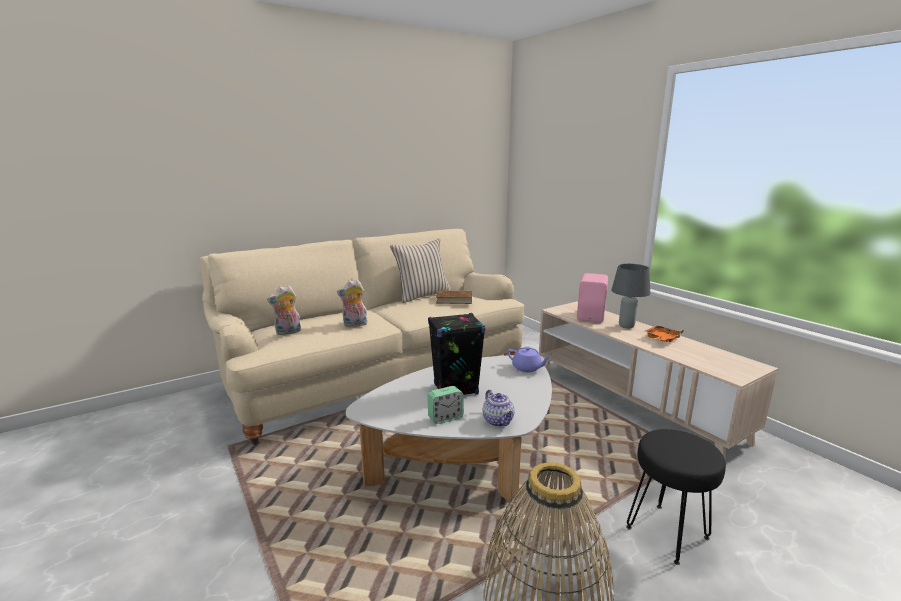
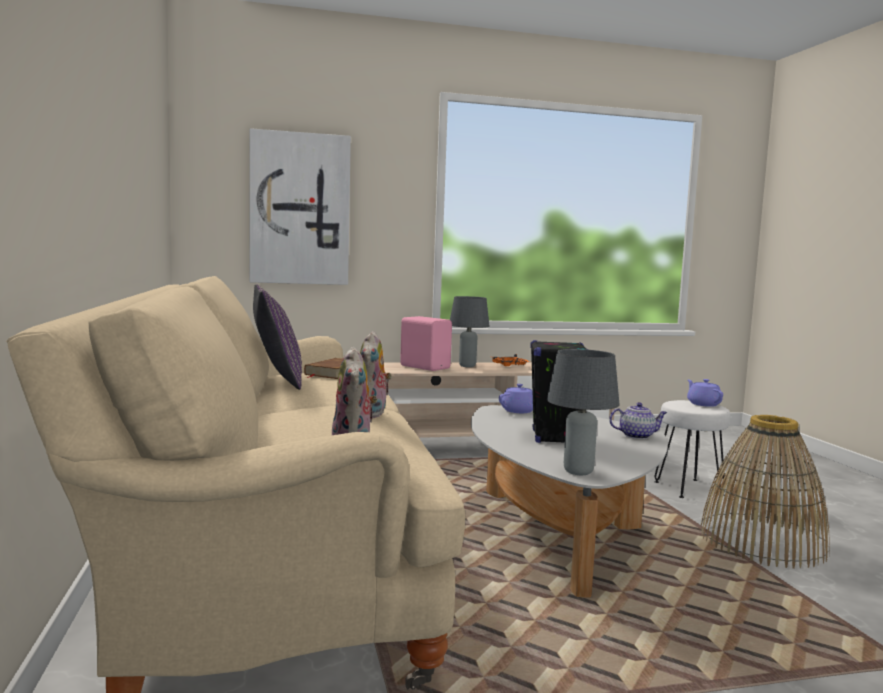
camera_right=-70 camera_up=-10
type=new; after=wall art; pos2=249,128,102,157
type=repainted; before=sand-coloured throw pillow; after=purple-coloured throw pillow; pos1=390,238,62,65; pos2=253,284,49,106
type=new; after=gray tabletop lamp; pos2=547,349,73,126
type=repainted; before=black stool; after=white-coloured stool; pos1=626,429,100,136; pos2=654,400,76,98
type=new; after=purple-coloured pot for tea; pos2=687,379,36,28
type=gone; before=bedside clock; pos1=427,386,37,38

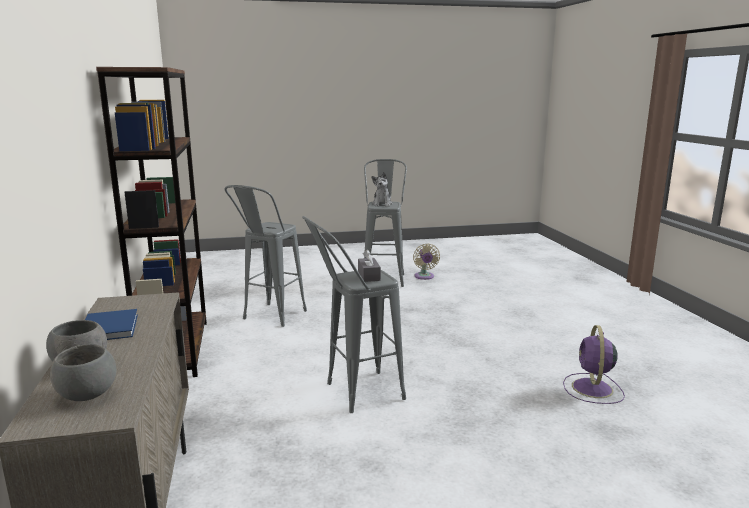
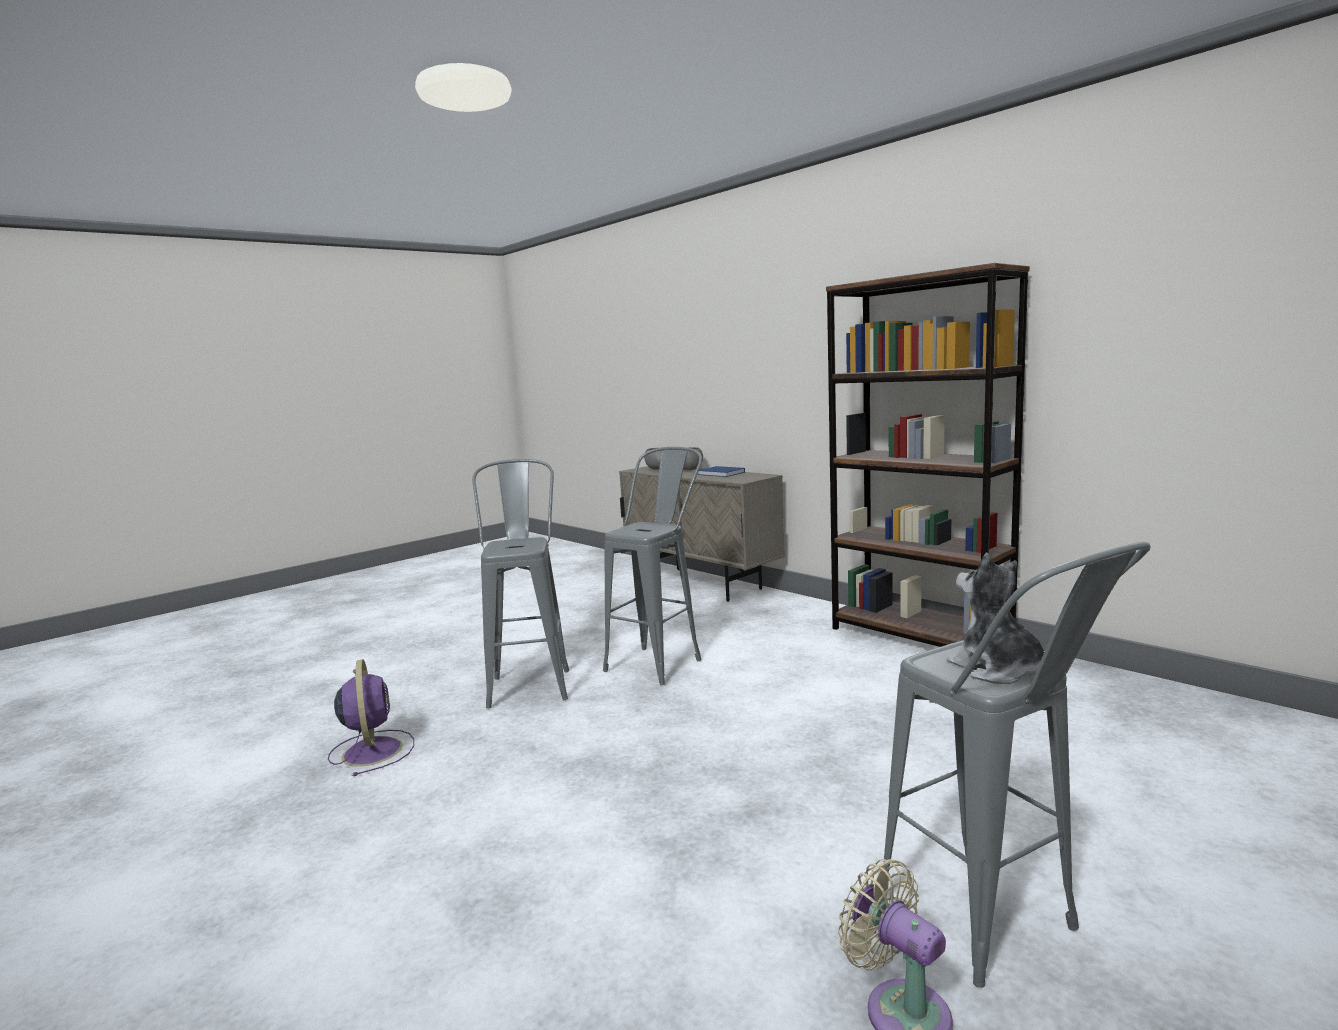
camera_right=150 camera_up=-5
type=shifted; before=gray stool; pos1=224,185,83,142; pos2=472,459,97,249
type=gone; before=gray box of tissues; pos1=358,250,23,32

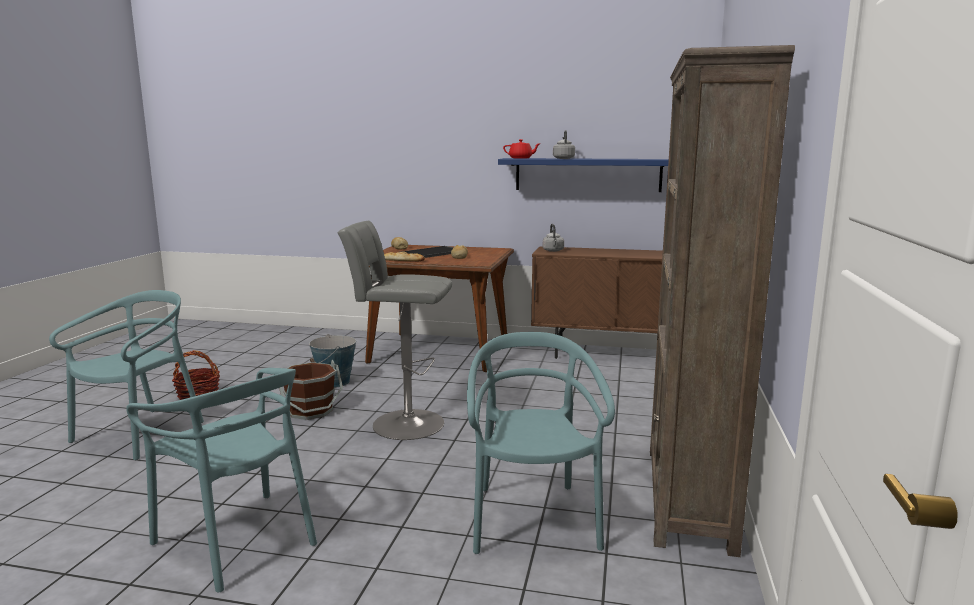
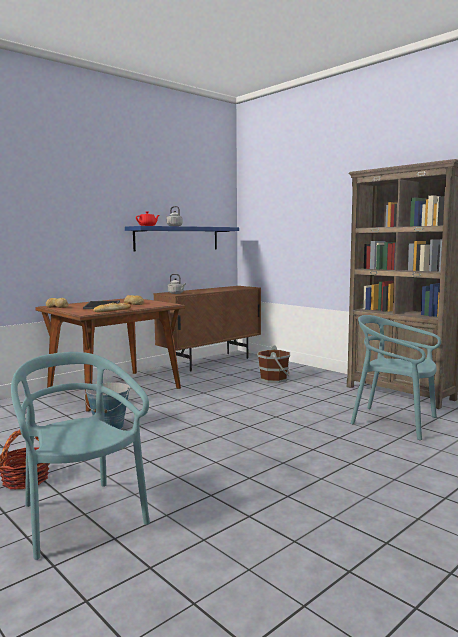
camera_right=-55 camera_up=-5
type=shifted; before=brown-coloured bucket; pos1=279,360,64,60; pos2=257,345,33,38
type=gone; before=turquoise-coloured upright chair; pos1=126,368,191,224
type=gone; before=gray stool; pos1=338,221,114,219

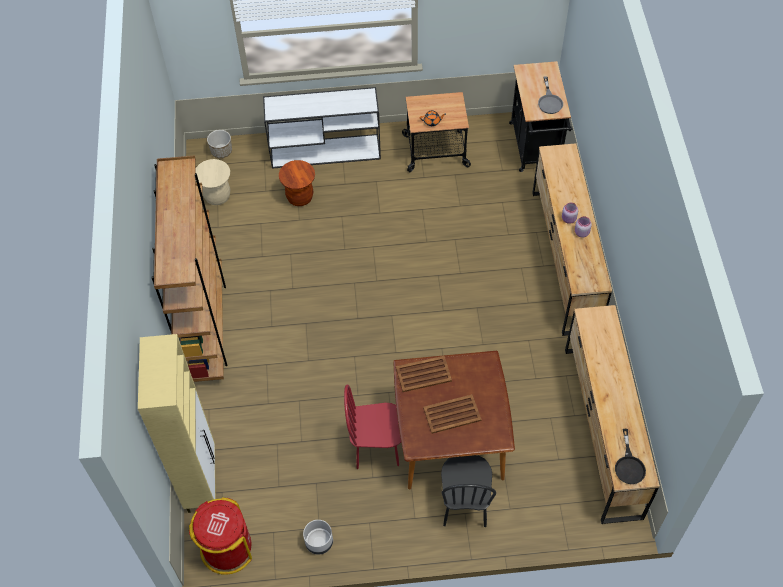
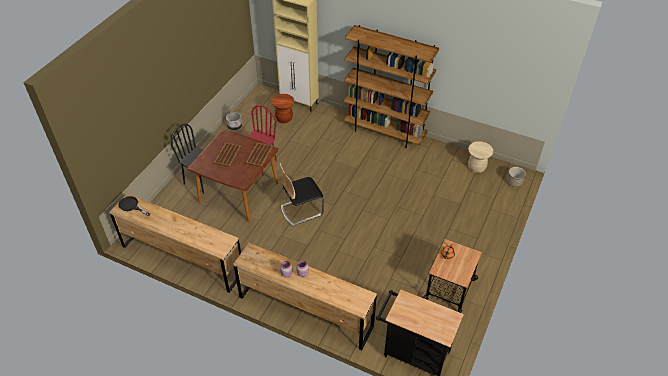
camera_right=120 camera_up=-10
type=shifted; before=brown-coloured stool; pos1=279,160,36,46; pos2=272,94,22,29
type=new; after=upright chair; pos2=280,163,44,63
type=gone; before=red trash can; pos1=189,497,63,78
type=gone; before=white-coloured hall table; pos1=263,87,118,82
type=gone; before=gray skillet; pos1=538,76,25,38

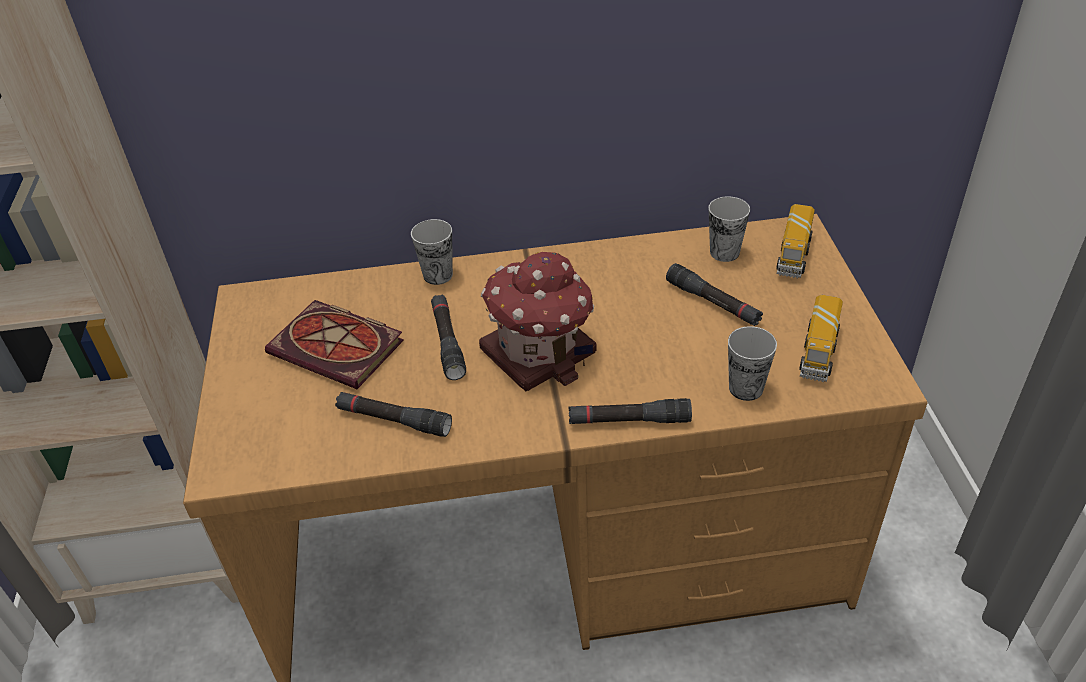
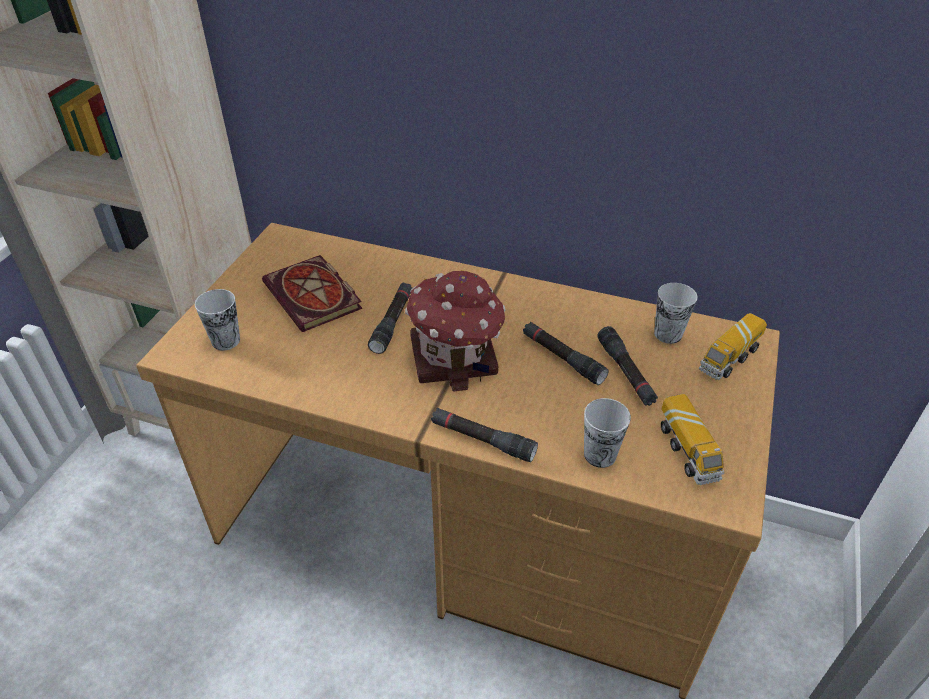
camera_right=25 camera_up=0
type=shifted; before=cup; pos1=411,219,42,66; pos2=195,289,45,62
type=shifted; before=black torch; pos1=335,392,117,45; pos2=523,322,86,63
type=rotated; before=model truck; pos1=799,295,44,87; pos2=661,394,64,91; turn=-60

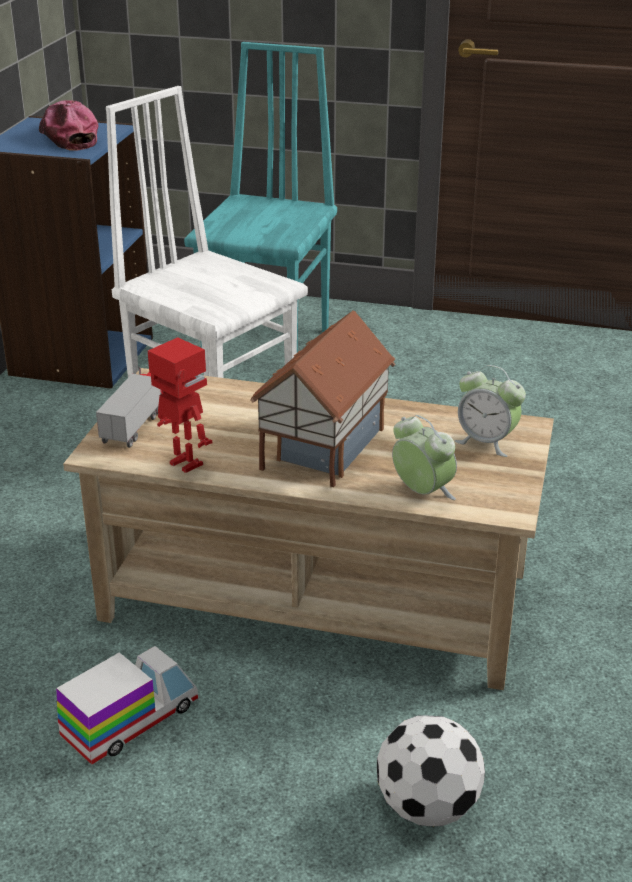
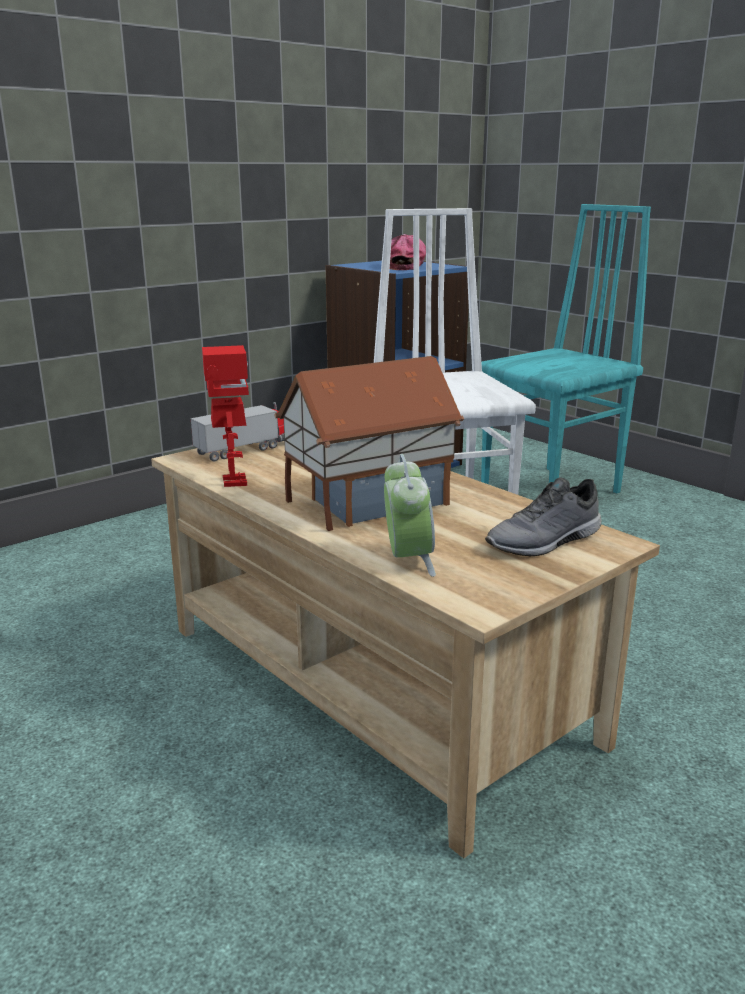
camera_right=35 camera_up=-10
type=swapped; before=bedside clock; after=gray shoe; pos1=455,365,71,92; pos2=485,477,116,79
type=gone; before=model truck; pos1=56,646,142,119
type=gone; before=football; pos1=377,715,108,112

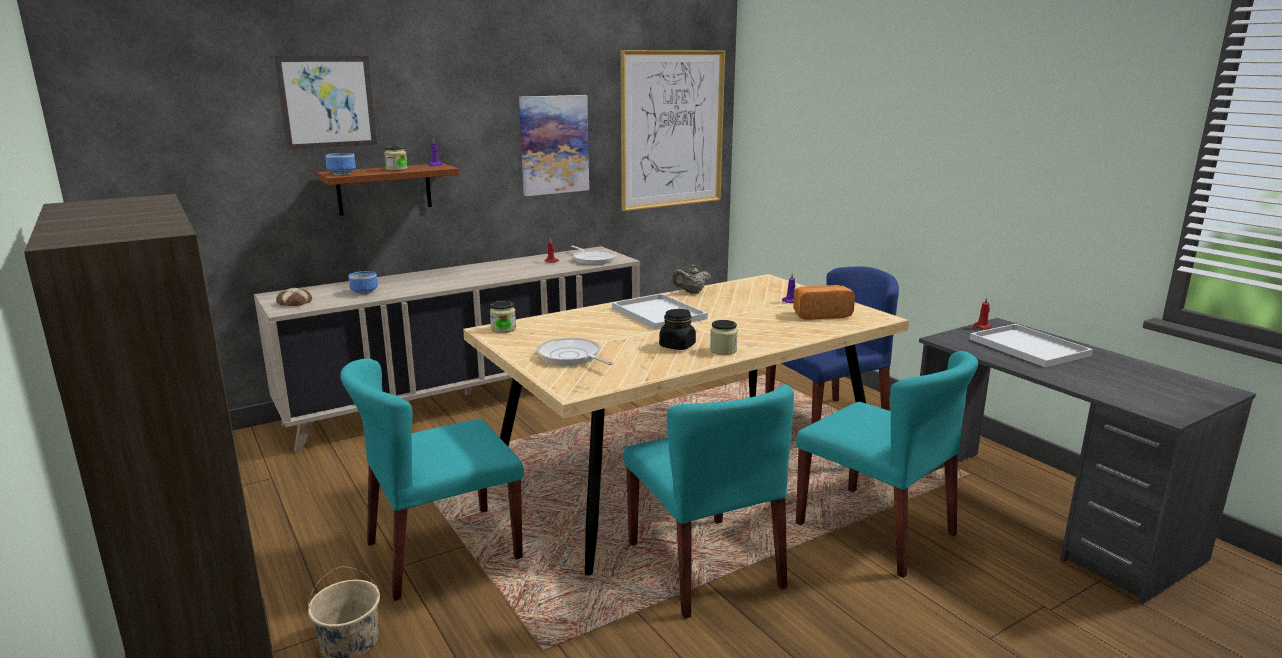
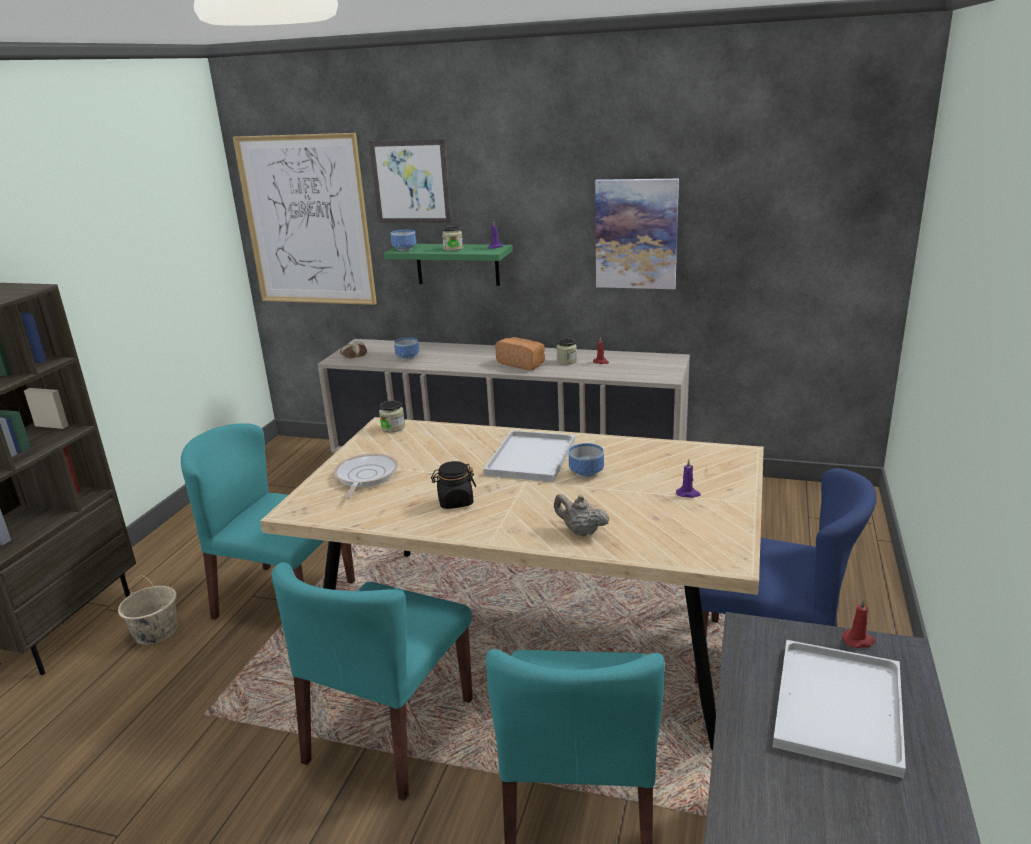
camera_right=50 camera_up=5
type=shifted; before=wall art; pos1=620,50,105,161; pos2=233,133,144,172
type=repainted; before=brown-coloured shelf; after=green shelf; pos1=317,163,142,53; pos2=384,244,129,42
type=shifted; before=bakery bread; pos1=793,285,62,35; pos2=495,337,50,33
type=shifted; before=sand-coloured pot for tea; pos1=672,265,39,28; pos2=554,494,55,42
type=shifted; before=storage jar; pos1=710,320,28,35; pos2=556,339,21,26
type=new; after=deep dish; pos2=569,443,35,35
type=gone; before=skillet; pos1=571,246,45,19

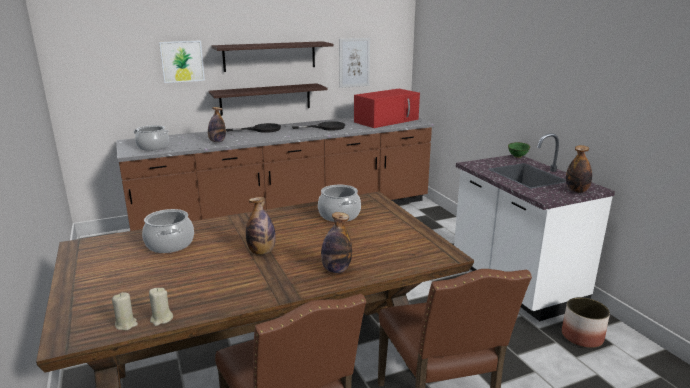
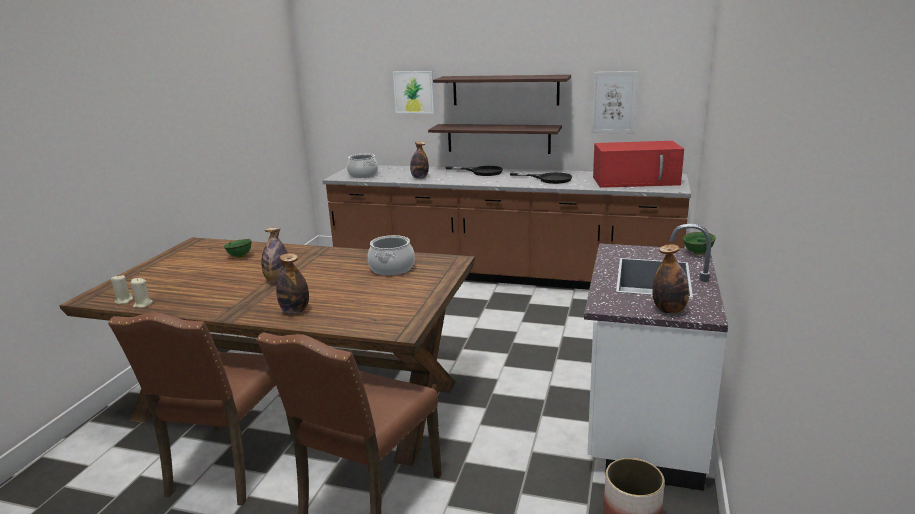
camera_right=40 camera_up=0
type=swapped; before=stockpot; after=green deep dish; pos1=142,209,52,44; pos2=224,239,28,19

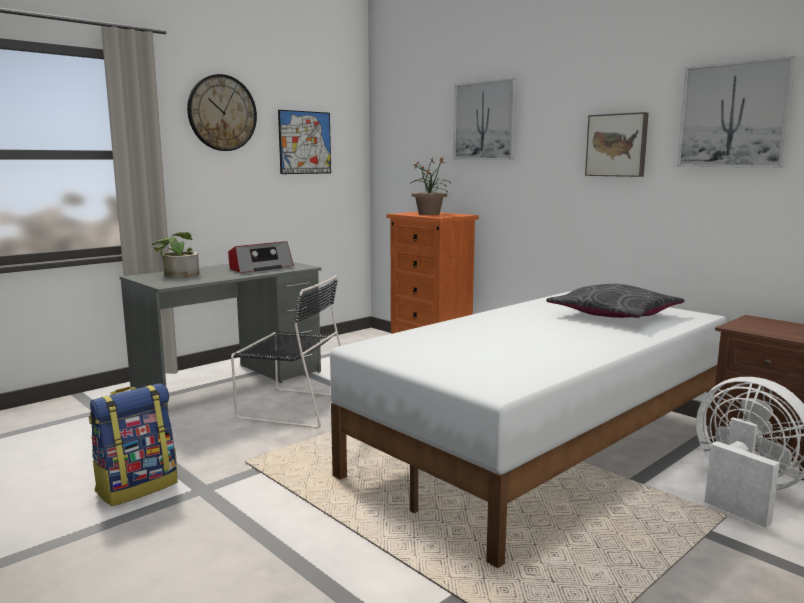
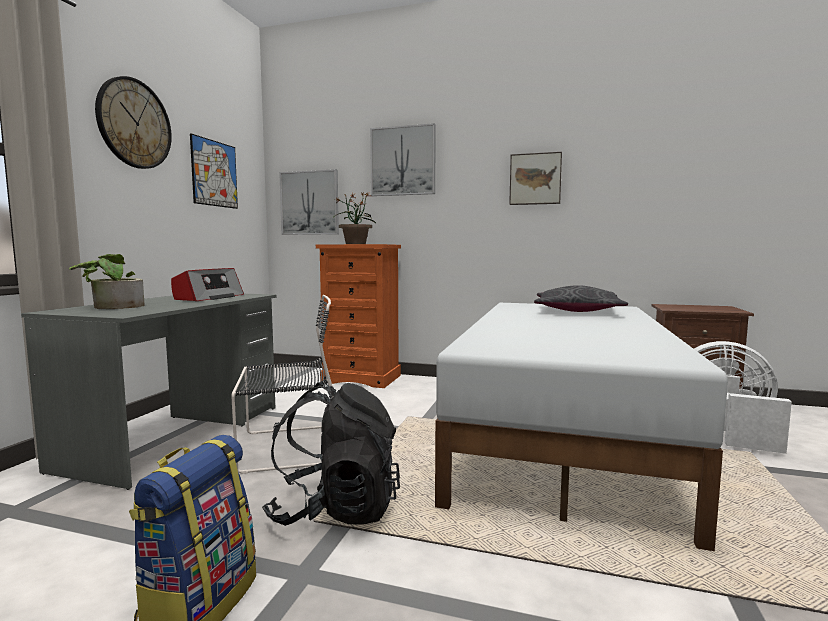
camera_right=-30 camera_up=-5
type=new; after=black knapsack; pos2=262,383,138,143
type=shifted; before=wall art; pos1=677,56,119,111; pos2=279,169,60,66

